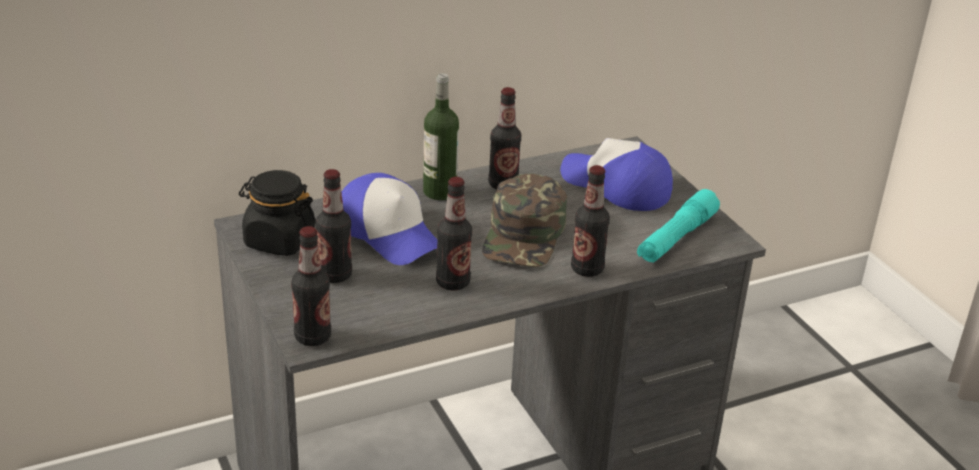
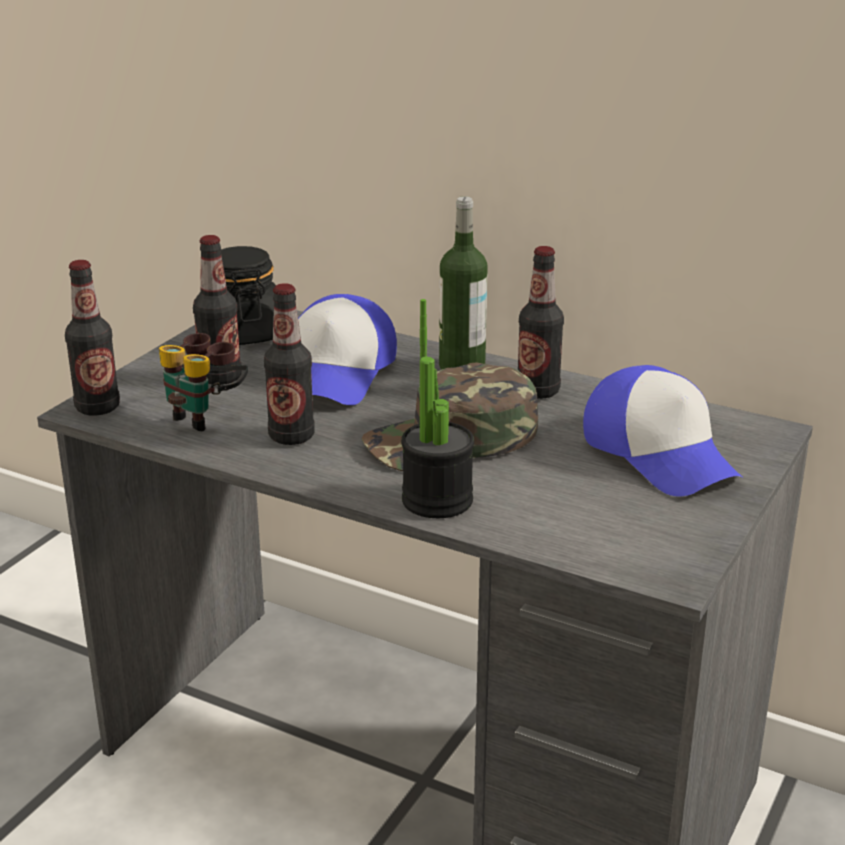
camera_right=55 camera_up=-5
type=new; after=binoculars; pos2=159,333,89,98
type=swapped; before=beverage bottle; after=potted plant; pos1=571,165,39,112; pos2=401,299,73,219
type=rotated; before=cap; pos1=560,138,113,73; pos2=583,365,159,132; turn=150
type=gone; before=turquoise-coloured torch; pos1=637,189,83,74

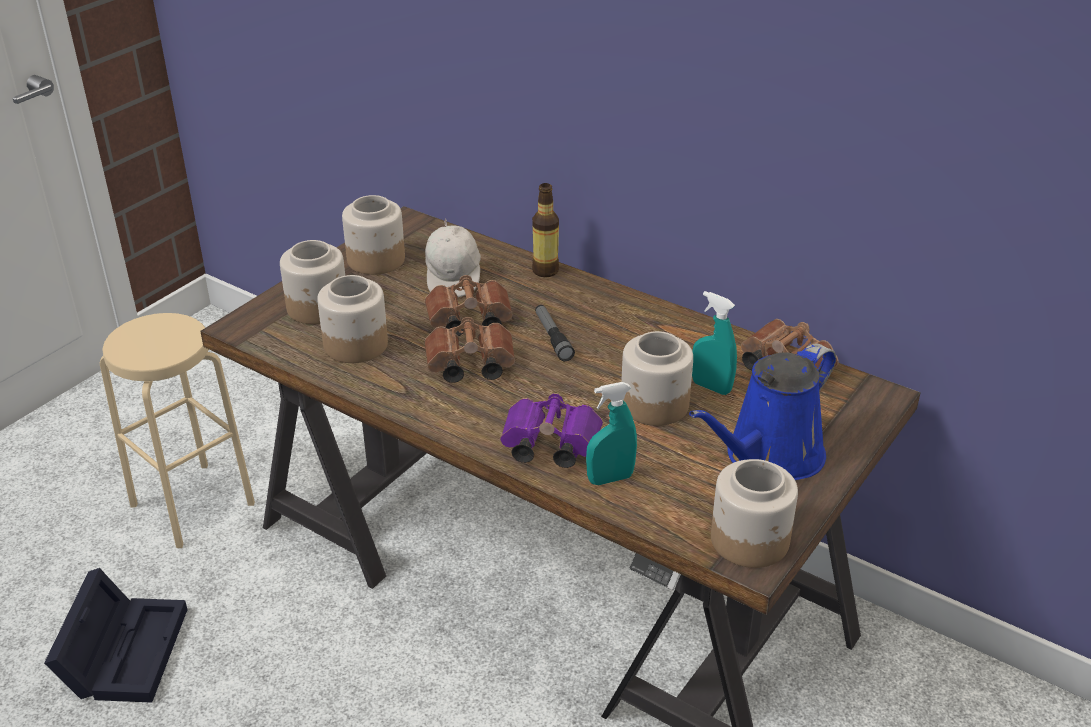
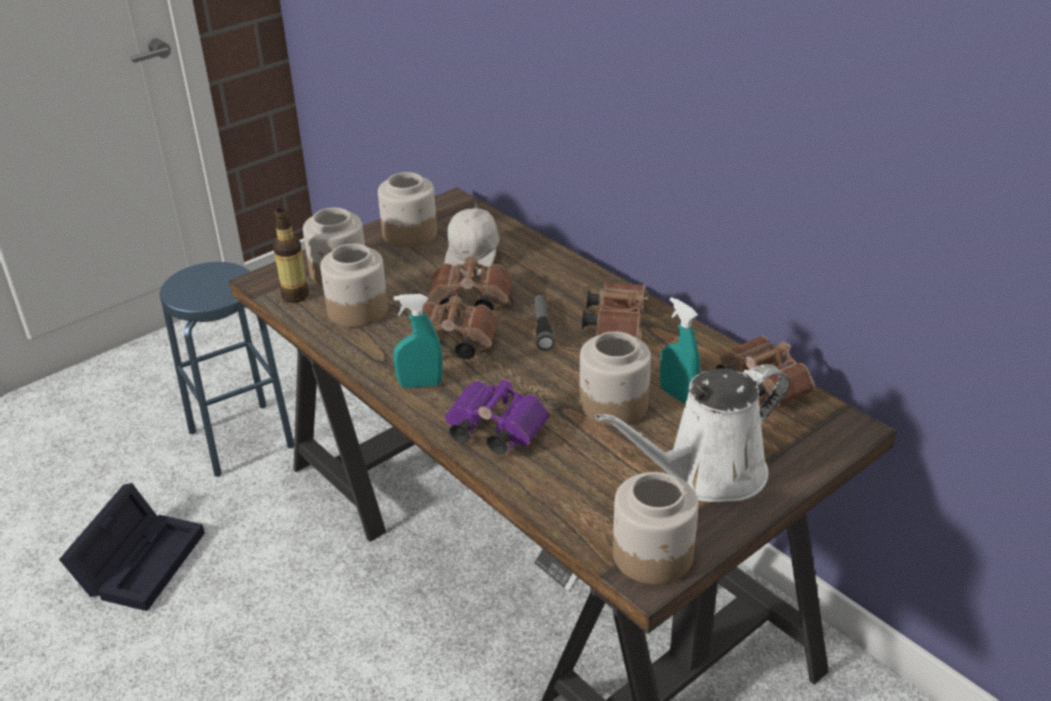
camera_right=15 camera_up=0
type=repainted; before=sand-coloured stool; after=blue-coloured stool; pos1=100,313,155,235; pos2=160,262,134,215
type=shifted; before=beverage bottle; pos1=532,183,27,94; pos2=273,208,36,95
type=shifted; before=turquoise-coloured hand sprayer; pos1=586,382,51,103; pos2=393,294,50,94
type=new; after=brown-coloured binoculars; pos2=582,283,66,57
type=repainted; before=blue-coloured watering can; after=white-coloured watering can; pos1=689,344,147,136; pos2=595,364,195,138

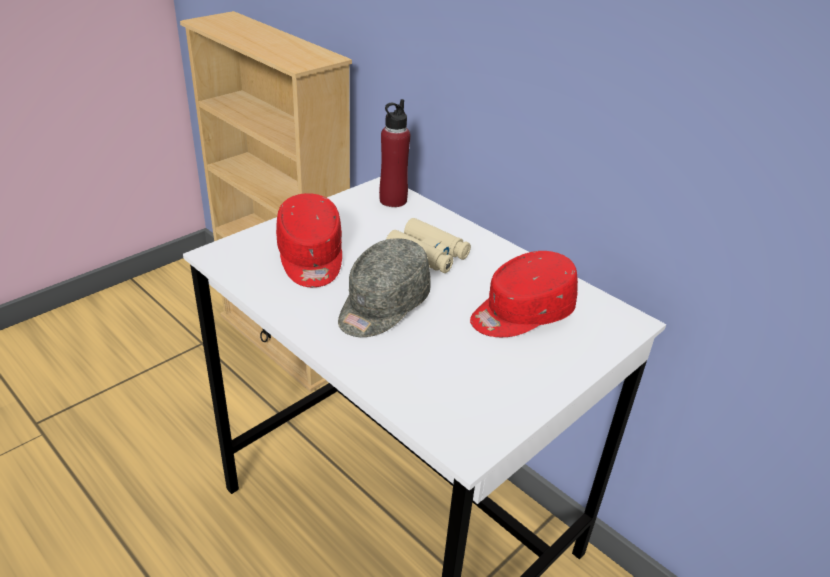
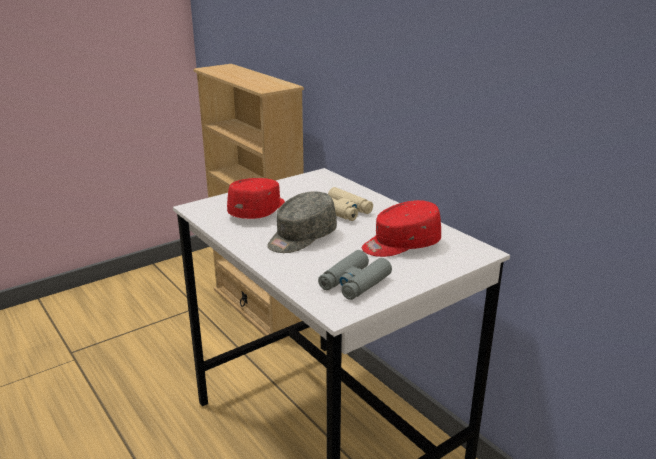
camera_right=10 camera_up=-10
type=rotated; before=red cap; pos1=276,193,66,94; pos2=227,178,58,41; turn=-150
type=new; after=gray binoculars; pos2=318,250,74,50
type=gone; before=red beverage bottle; pos1=379,99,31,108

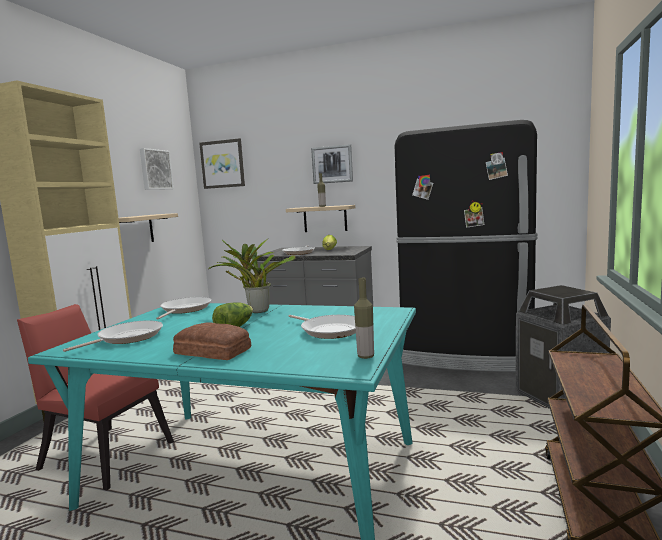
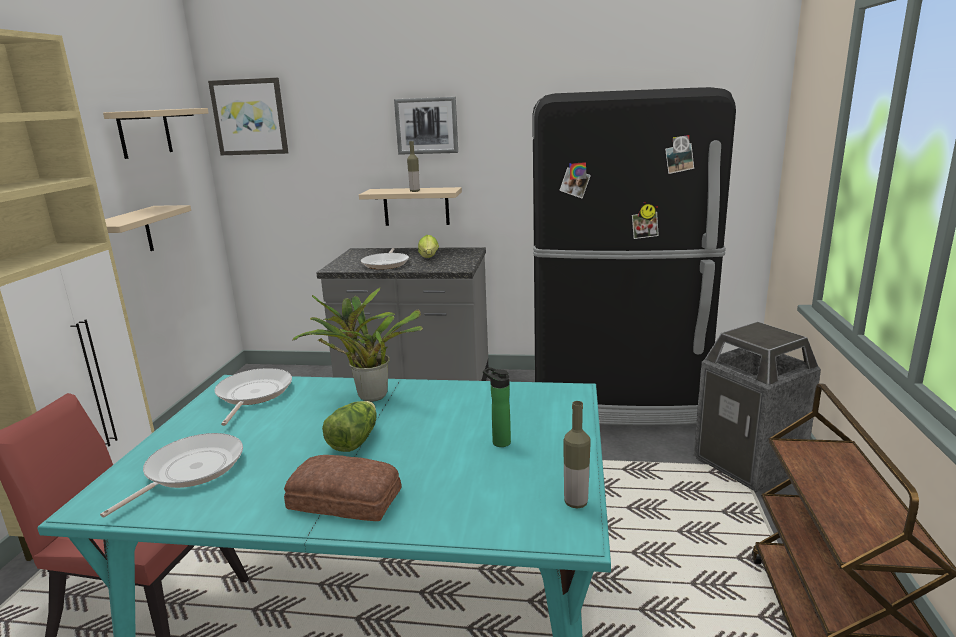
camera_right=-10 camera_up=10
type=swapped; before=wall art; after=sand-coloured shelf; pos1=140,148,34,42; pos2=103,108,106,51
type=swapped; before=skillet; after=beverage bottle; pos1=289,315,67,24; pos2=483,367,28,80

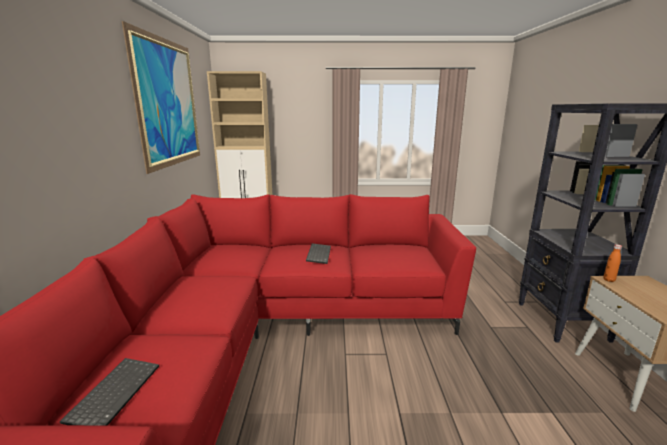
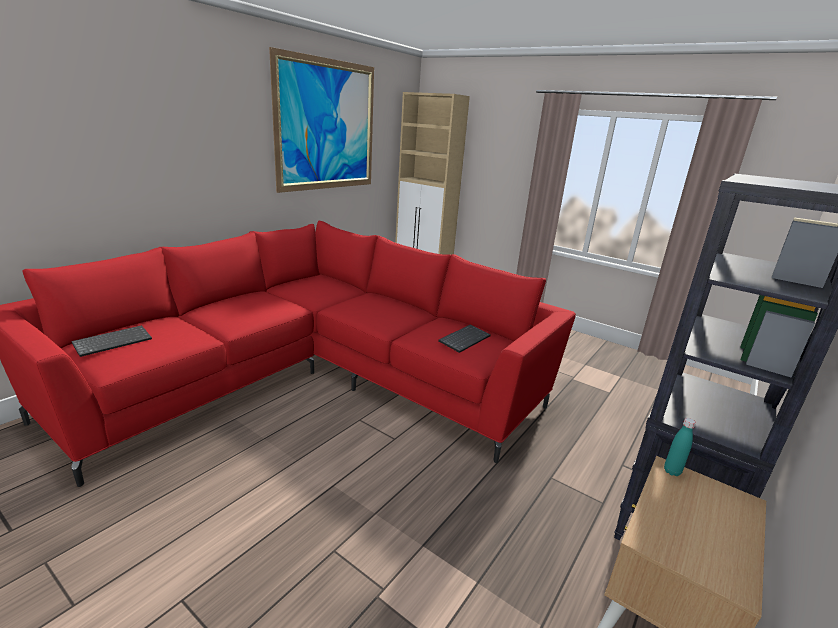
camera_right=35 camera_up=5
type=shifted; before=computer keyboard; pos1=306,243,25,21; pos2=438,324,53,29
type=repainted; before=orange beverage bottle; after=turquoise-coloured beverage bottle; pos1=604,244,18,38; pos2=664,418,32,58

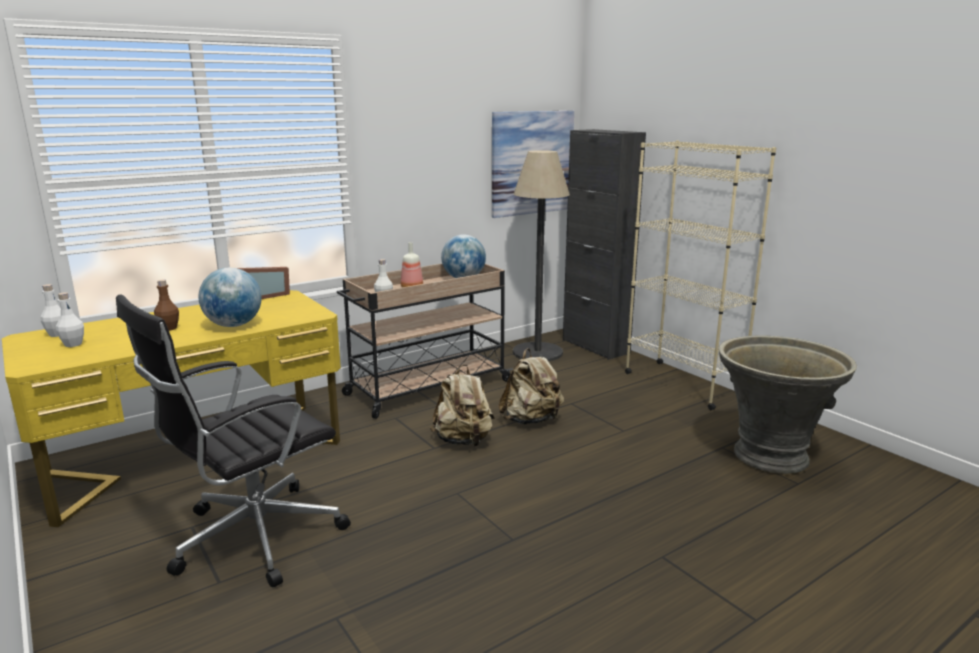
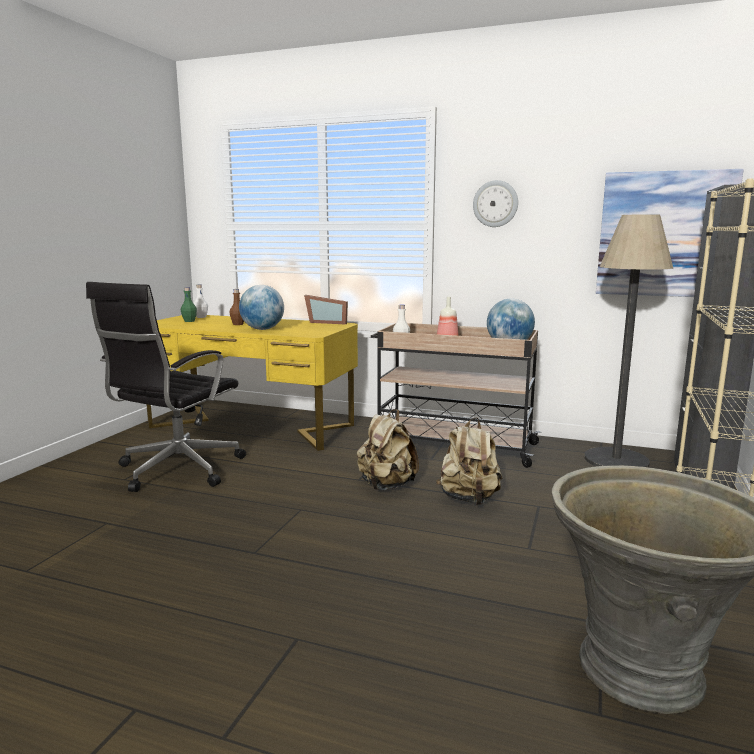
camera_right=55 camera_up=-5
type=rotated; before=black office chair; pos1=116,295,235,292; pos2=86,282,160,210; turn=-75
type=repainted; before=white-coloured beverage bottle; after=green beverage bottle; pos1=56,292,28,55; pos2=181,287,16,35
type=new; after=clock on the wall; pos2=473,180,45,47

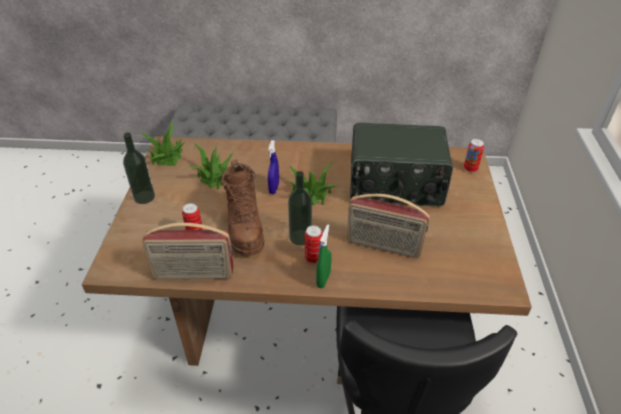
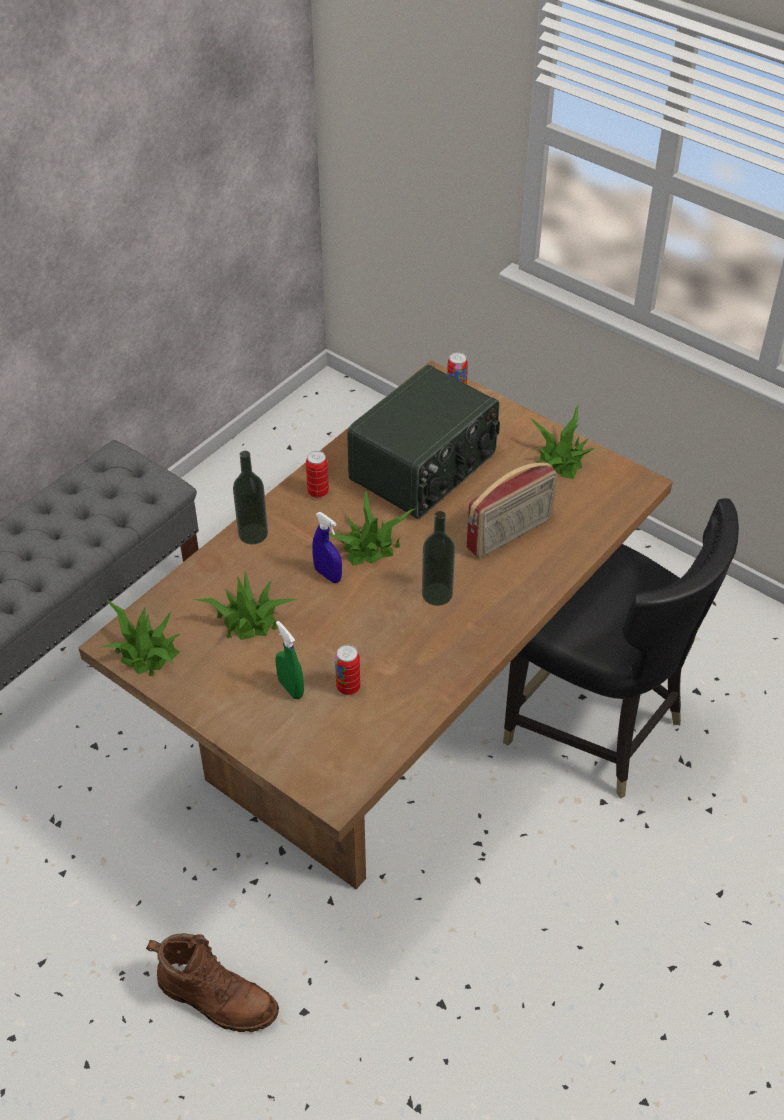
camera_right=-55 camera_up=5
type=shifted; before=brown-coloured boot; pos1=220,159,44,97; pos2=146,933,133,99
type=shifted; before=beverage bottle; pos1=123,132,32,72; pos2=233,451,35,93
type=shifted; before=green hand sprayer; pos1=316,225,15,63; pos2=275,621,29,78
type=shifted; before=sealed can; pos1=305,225,18,38; pos2=306,451,23,47
type=new; after=potted plant; pos2=530,404,65,75
type=gone; before=radio receiver; pos1=143,223,91,56

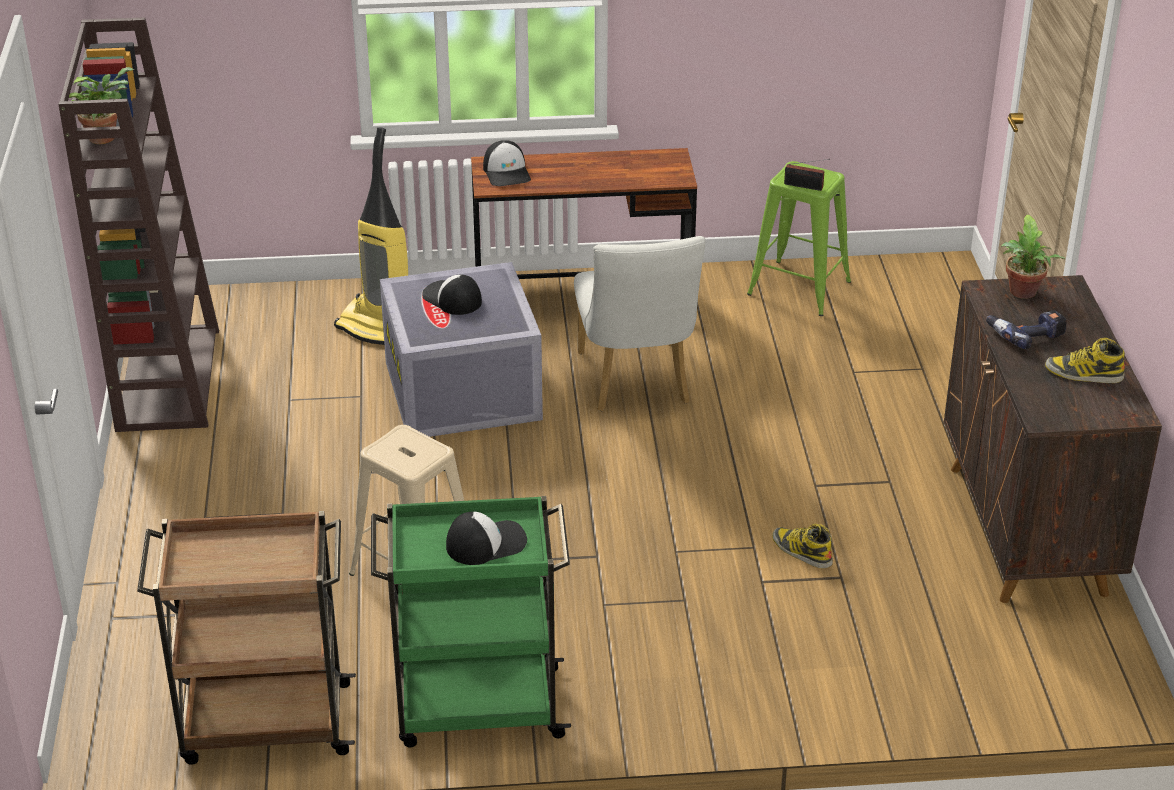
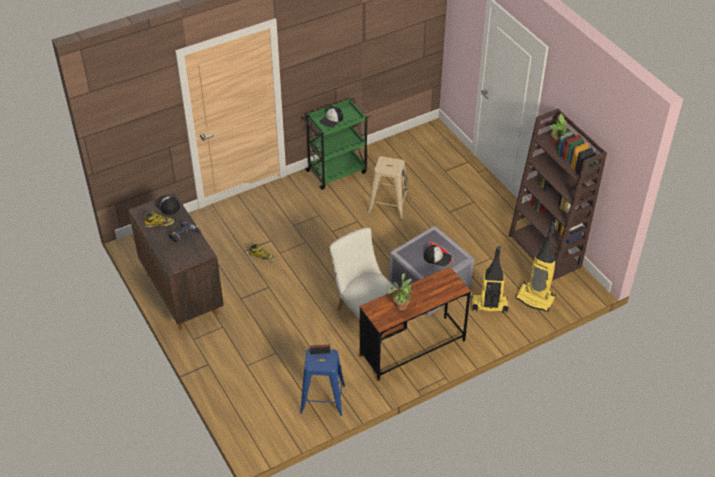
camera_right=155 camera_up=10
type=shifted; before=cap; pos1=483,140,48,46; pos2=155,195,25,20
type=repainted; before=green stool; after=blue-coloured stool; pos1=747,161,104,155; pos2=300,348,45,68
type=shifted; before=potted plant; pos1=1001,215,64,84; pos2=386,273,26,38
type=new; after=vacuum cleaner; pos2=515,222,41,90
type=gone; before=brown-coloured wheeled cart; pos1=137,511,219,254

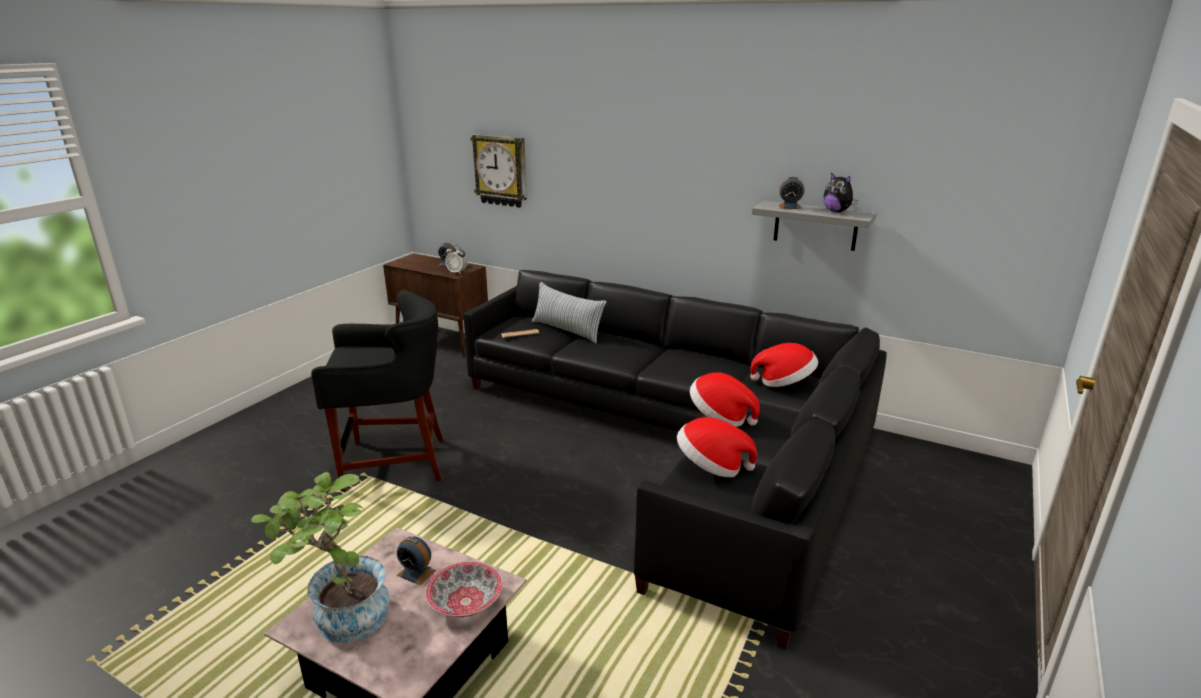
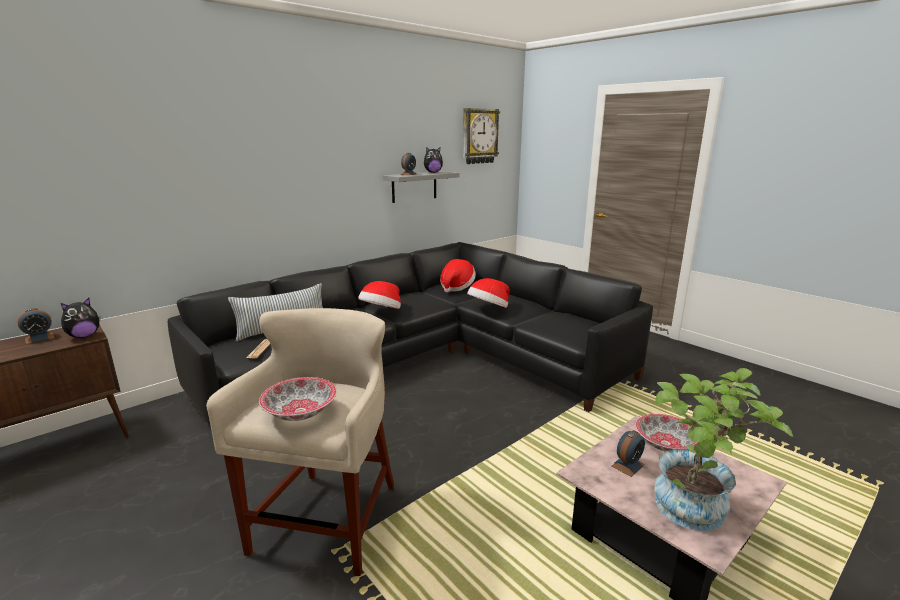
camera_right=-70 camera_up=-5
type=swapped; before=bedside clock; after=plush toy; pos1=445,245,22,28; pos2=61,298,39,40
type=repainted; before=black stool; after=sand-coloured stool; pos1=311,290,132,202; pos2=206,308,189,268
type=new; after=deep dish; pos2=259,377,78,44
type=shifted; before=wearable hat; pos1=677,417,80,60; pos2=358,281,43,28
type=shifted; before=clock on the wall; pos1=470,134,57,74; pos2=463,108,37,56

